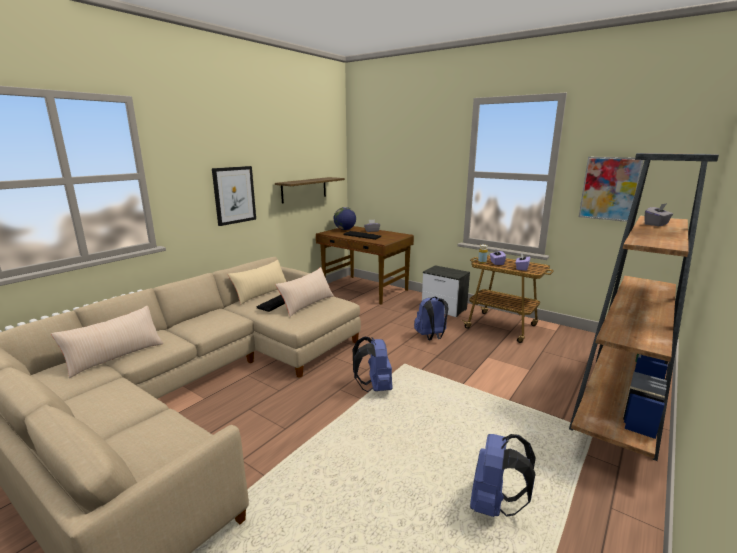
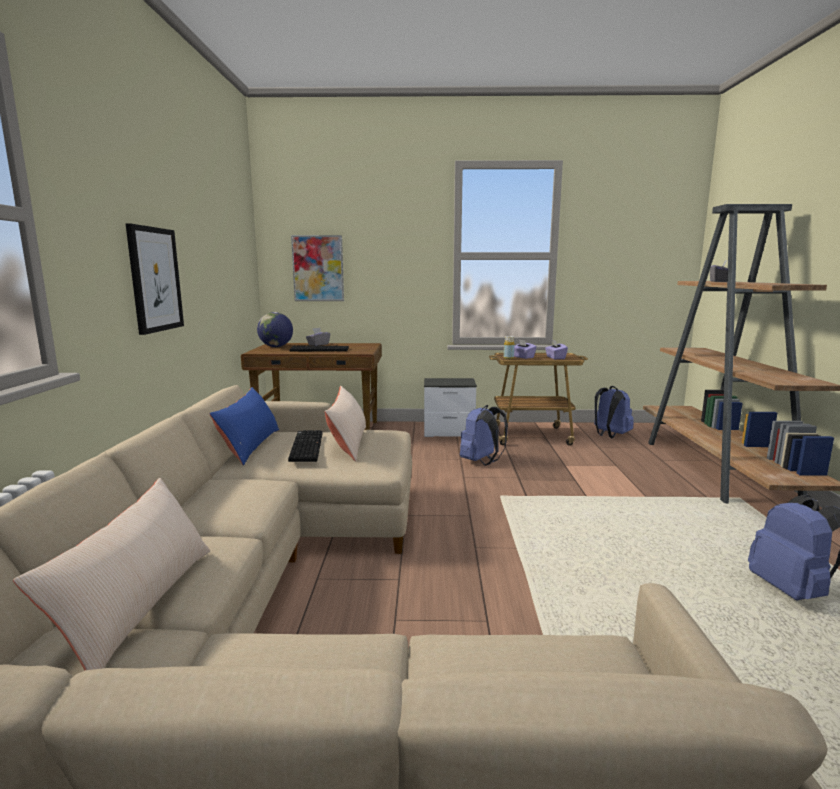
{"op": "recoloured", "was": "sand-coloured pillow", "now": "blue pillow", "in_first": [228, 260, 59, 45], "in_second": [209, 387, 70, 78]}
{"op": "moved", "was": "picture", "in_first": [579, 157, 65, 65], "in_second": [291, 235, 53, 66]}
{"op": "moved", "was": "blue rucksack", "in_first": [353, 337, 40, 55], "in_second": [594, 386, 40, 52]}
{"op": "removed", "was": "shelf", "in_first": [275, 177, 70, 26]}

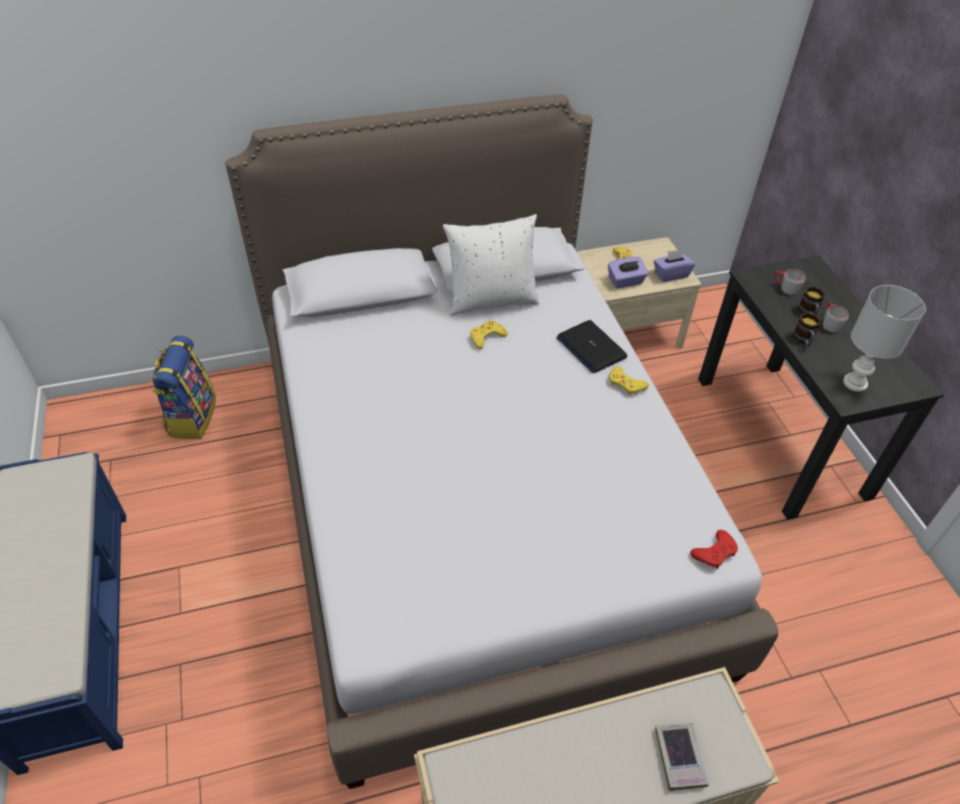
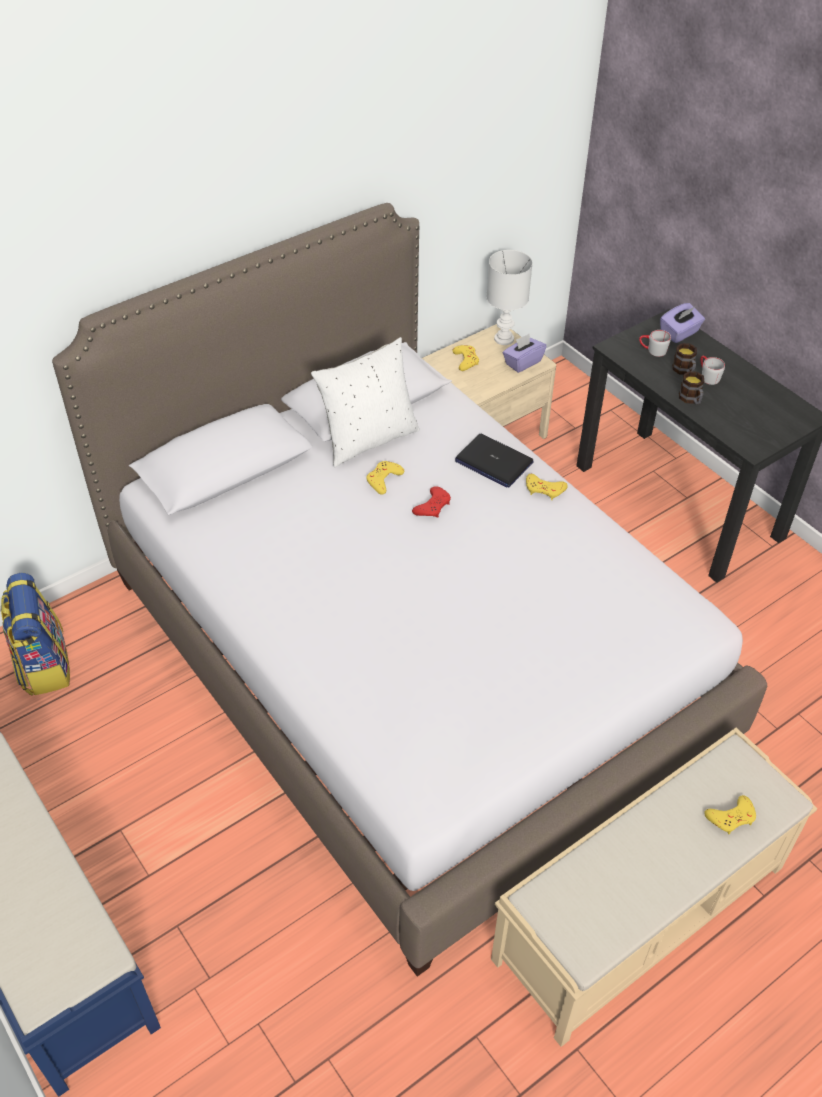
{"op": "moved", "was": "reddish game controller", "in_first": [690, 530, 48, 39], "in_second": [412, 486, 39, 32]}
{"op": "moved", "was": "white table lamp", "in_first": [843, 285, 83, 107], "in_second": [486, 250, 47, 95]}
{"op": "moved", "was": "purple-coloured tissue box", "in_first": [608, 257, 40, 31], "in_second": [660, 303, 45, 40]}
{"op": "replaced", "was": "volume", "now": "yellowish game controller", "in_first": [655, 723, 54, 68], "in_second": [704, 795, 52, 39]}

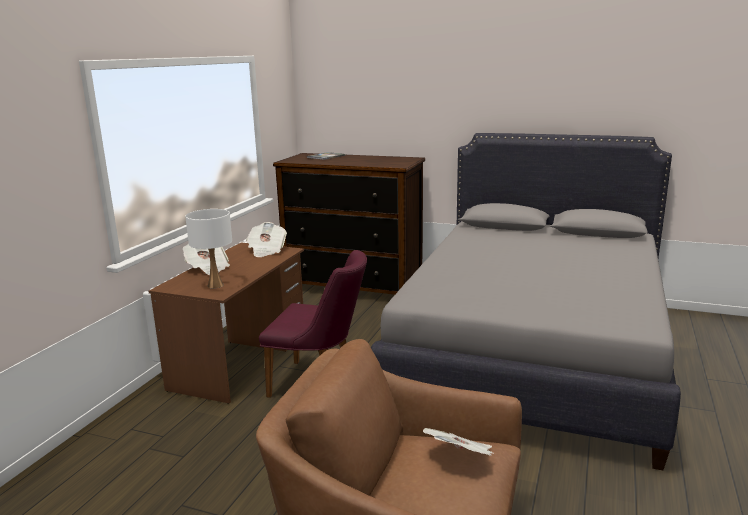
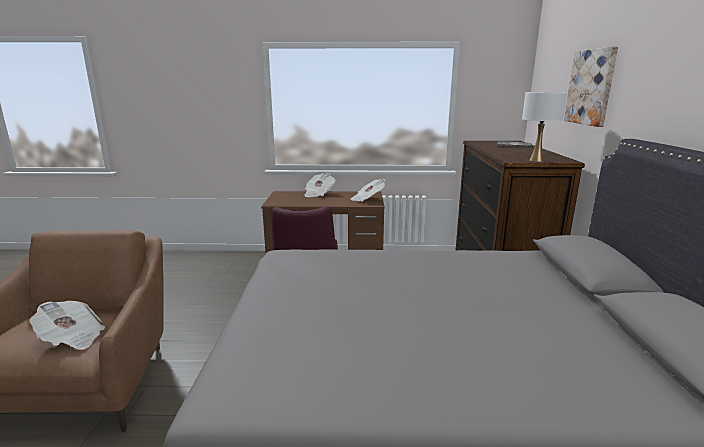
{"op": "moved", "was": "white table lamp", "in_first": [185, 209, 47, 79], "in_second": [522, 92, 45, 70]}
{"op": "added", "now": "picture", "in_second": [564, 46, 54, 81]}

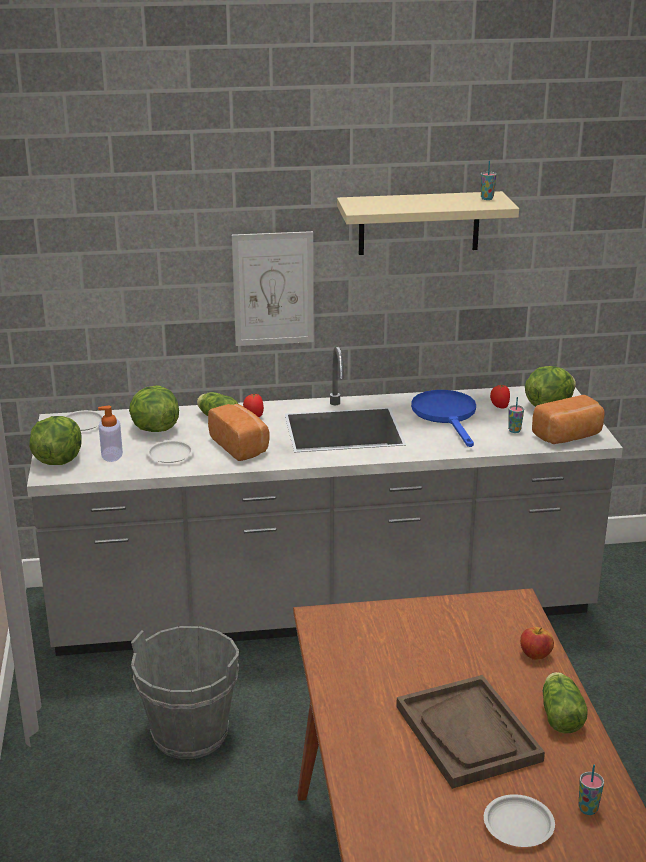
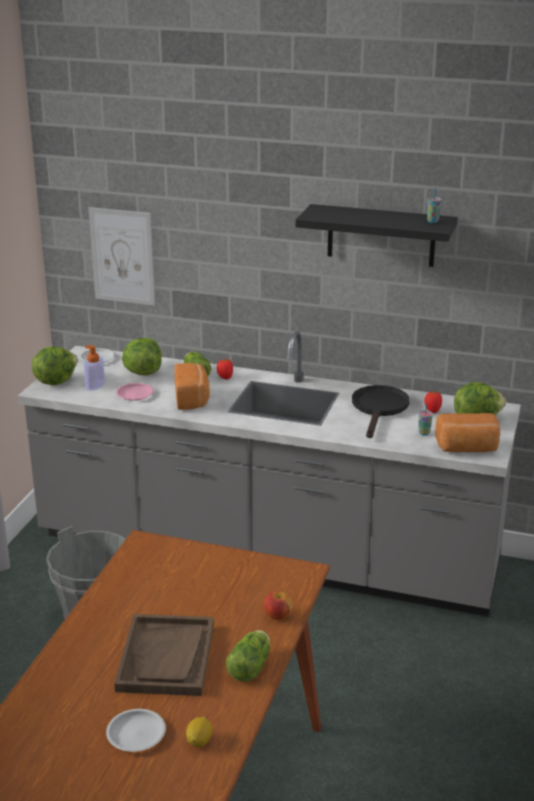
{"op": "moved", "was": "picture", "in_first": [232, 231, 82, 115], "in_second": [88, 207, 67, 99]}
{"op": "recoloured", "was": "white dinner plate", "now": "pink-coloured dinner plate", "in_first": [147, 440, 47, 23], "in_second": [116, 383, 38, 18]}
{"op": "replaced", "was": "drinking cup", "now": "whole lemon", "in_first": [578, 765, 26, 50], "in_second": [186, 717, 26, 30]}
{"op": "recoloured", "was": "sand-coloured shelf", "now": "blackish shelf", "in_first": [337, 191, 182, 64], "in_second": [296, 204, 161, 63]}
{"op": "recoloured", "was": "blue frying pan", "now": "blackish frying pan", "in_first": [411, 390, 65, 57], "in_second": [352, 385, 58, 53]}

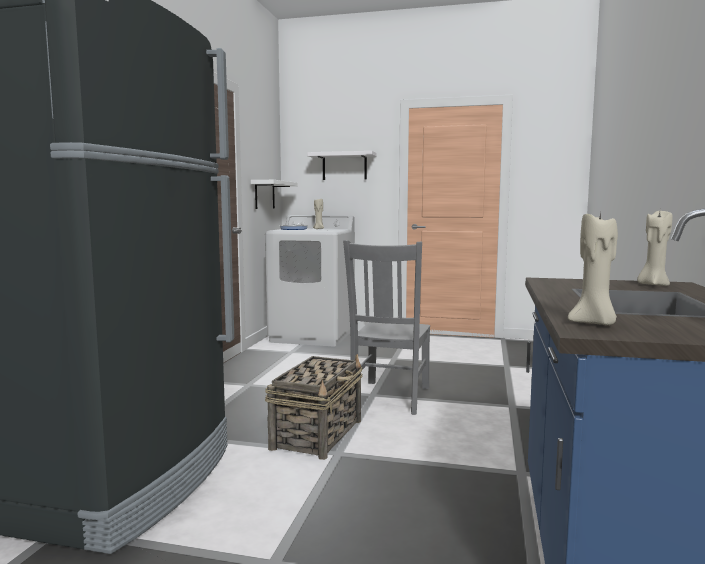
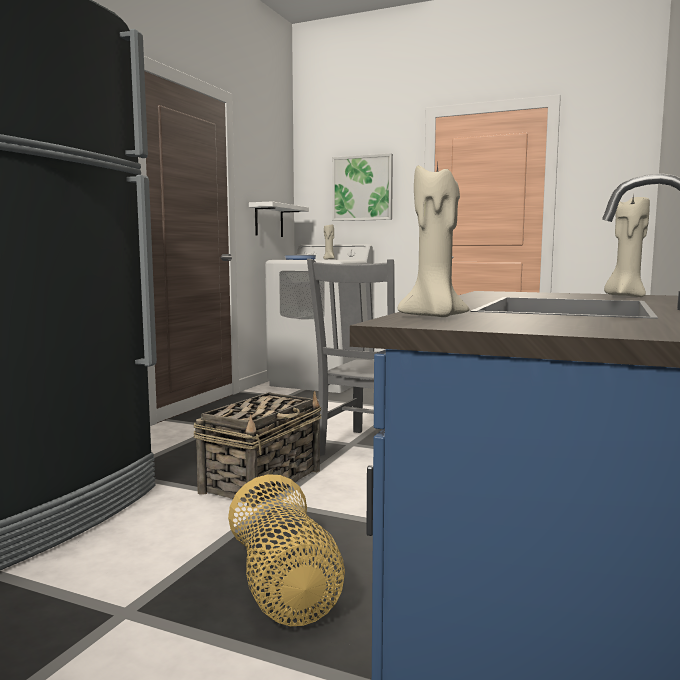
{"op": "added", "now": "household basket", "in_second": [228, 474, 117, 152]}
{"op": "replaced", "was": "white shelf", "now": "picture", "in_first": [307, 151, 69, 29], "in_second": [332, 153, 61, 68]}

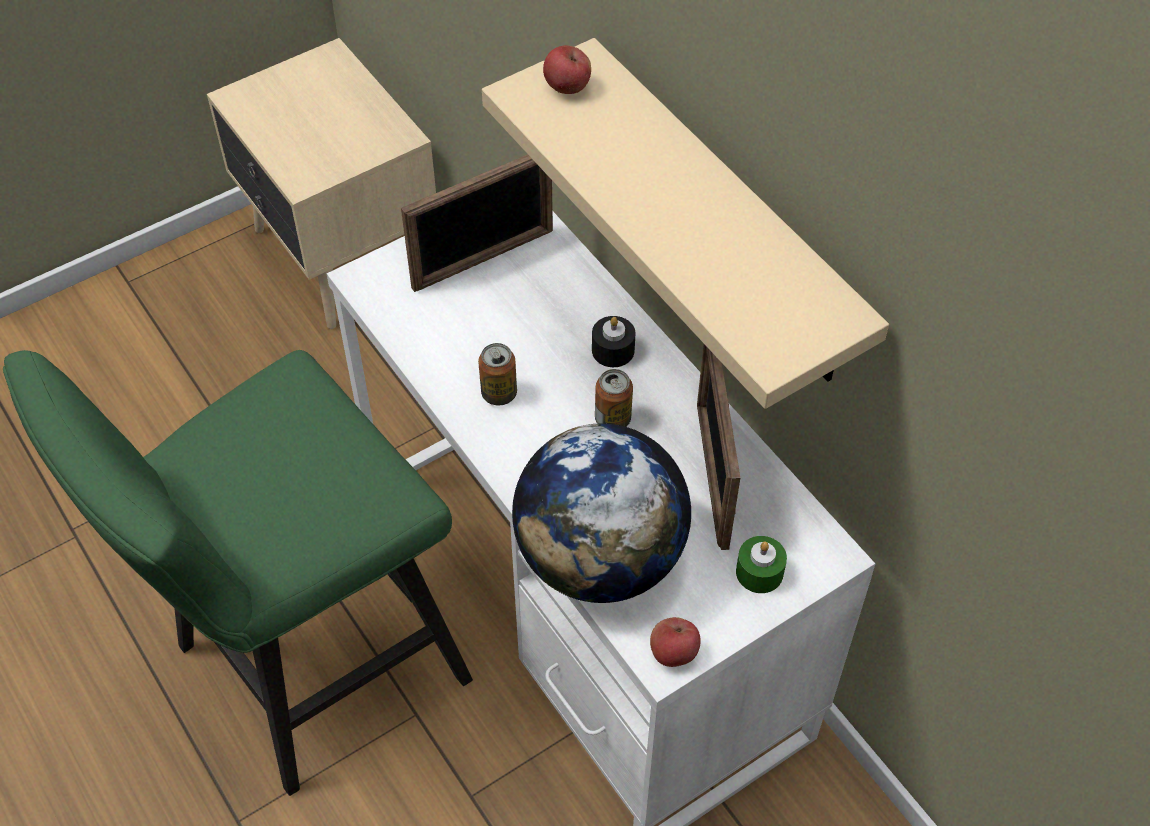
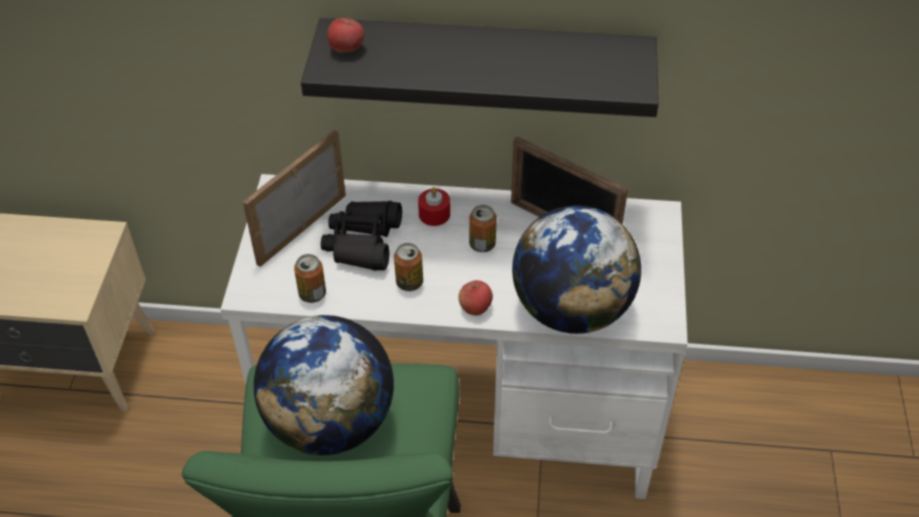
{"op": "turned", "was": "standing frame", "in_first": [401, 154, 152, 138], "in_second": [243, 130, 103, 137], "clockwise": -150}
{"op": "added", "now": "globe", "in_second": [254, 315, 140, 140]}
{"op": "added", "now": "metal can", "in_second": [294, 254, 32, 49]}
{"op": "recoloured", "was": "sand-coloured shelf", "now": "blackish shelf", "in_first": [482, 38, 407, 371], "in_second": [301, 18, 358, 99]}
{"op": "added", "now": "blackish field glasses", "in_second": [321, 201, 81, 70]}
{"op": "recoloured", "was": "blackish wax light", "now": "reddish wax light", "in_first": [592, 316, 43, 51], "in_second": [418, 187, 32, 39]}
{"op": "moved", "was": "whole apple", "in_first": [650, 617, 51, 50], "in_second": [458, 280, 35, 35]}
{"op": "removed", "was": "green-coloured wax light", "in_first": [736, 536, 51, 57]}

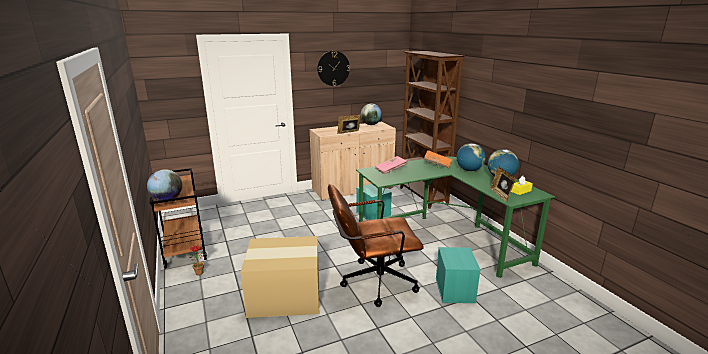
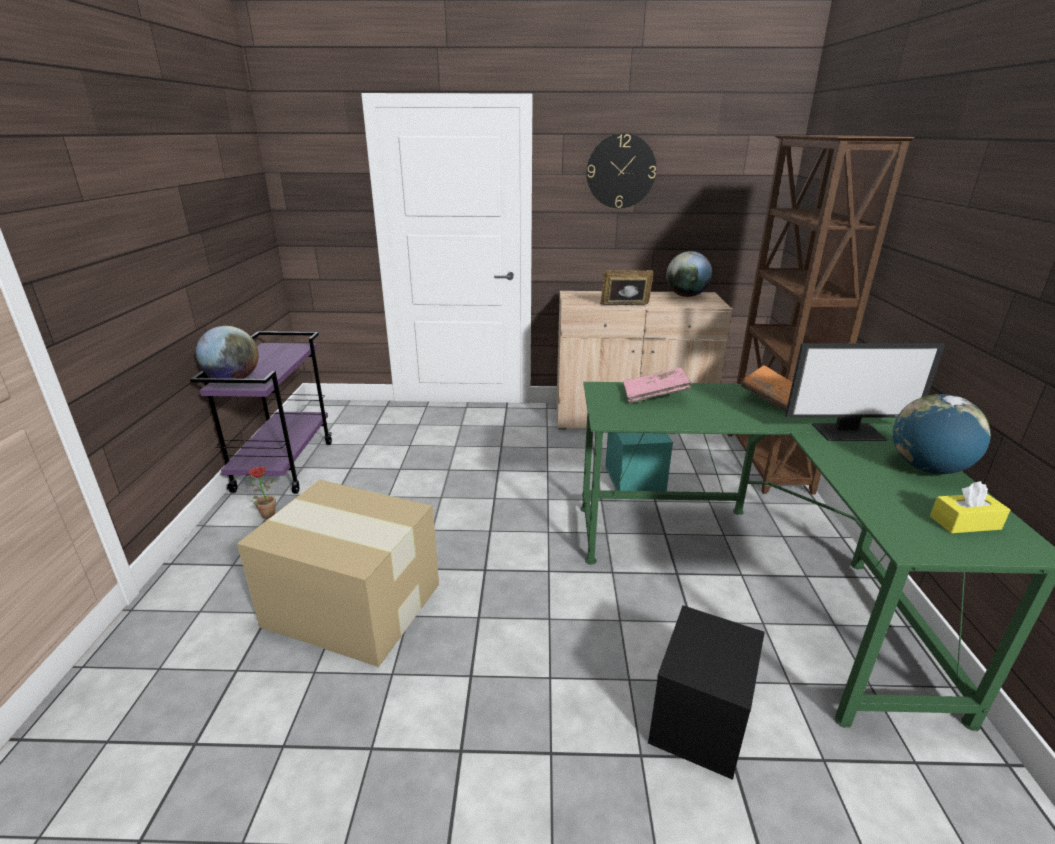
{"op": "recoloured", "was": "brownish trolley", "now": "purple-coloured trolley", "in_first": [150, 168, 57, 101], "in_second": [190, 331, 142, 163]}
{"op": "recoloured", "was": "turquoise storage bin", "now": "blackish storage bin", "in_first": [436, 247, 45, 56], "in_second": [648, 605, 117, 175]}
{"op": "replaced", "was": "globe", "now": "computer display", "in_first": [457, 143, 29, 28], "in_second": [785, 343, 160, 98]}
{"op": "removed", "was": "brownish office chair", "in_first": [328, 184, 96, 123]}
{"op": "removed", "was": "standing frame", "in_first": [490, 166, 25, 36]}

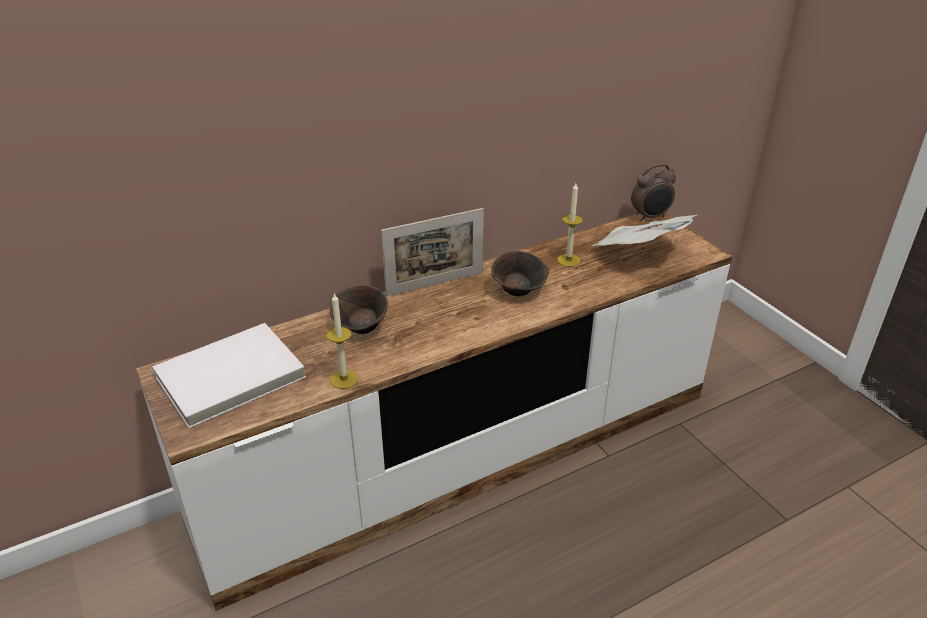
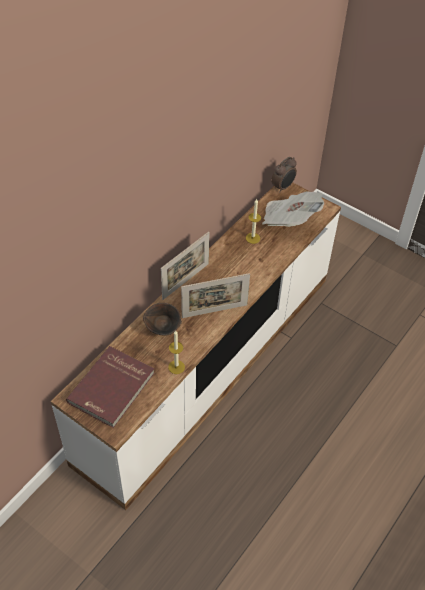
{"op": "recoloured", "was": "white volume", "now": "reddish volume", "in_first": [152, 323, 154, 105], "in_second": [66, 346, 88, 82]}
{"op": "added", "now": "standing frame", "in_second": [181, 273, 69, 45]}
{"op": "removed", "was": "brownish serving bowl", "in_first": [491, 251, 58, 45]}

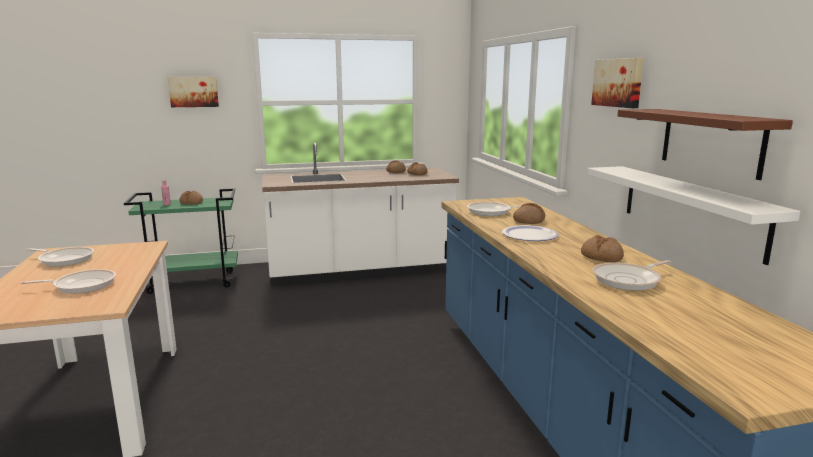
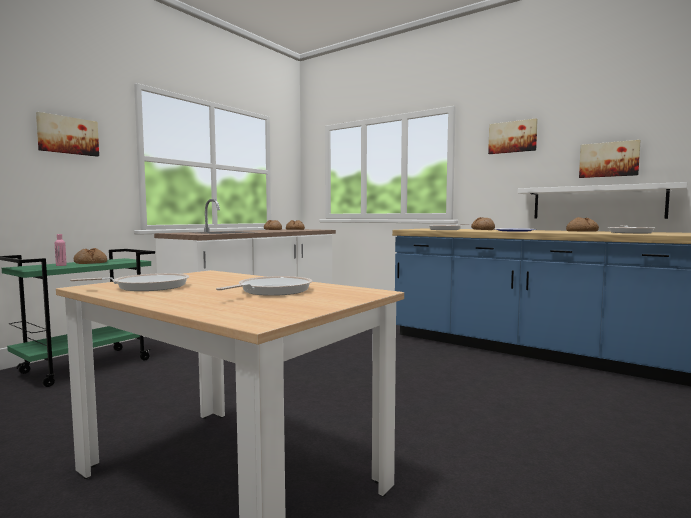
{"op": "replaced", "was": "brownish shelf", "now": "picture", "in_first": [618, 109, 175, 71], "in_second": [579, 140, 62, 38]}

